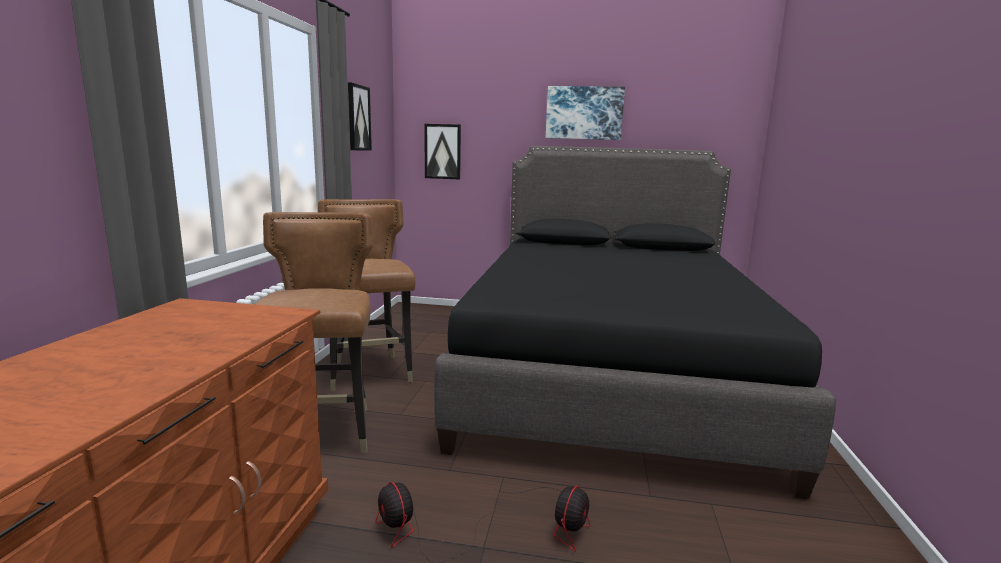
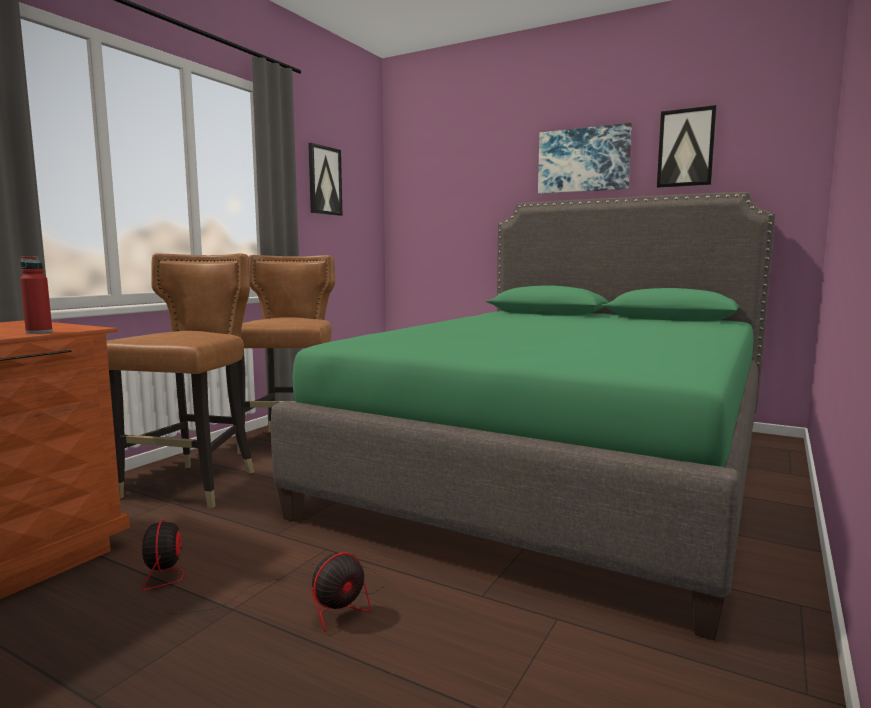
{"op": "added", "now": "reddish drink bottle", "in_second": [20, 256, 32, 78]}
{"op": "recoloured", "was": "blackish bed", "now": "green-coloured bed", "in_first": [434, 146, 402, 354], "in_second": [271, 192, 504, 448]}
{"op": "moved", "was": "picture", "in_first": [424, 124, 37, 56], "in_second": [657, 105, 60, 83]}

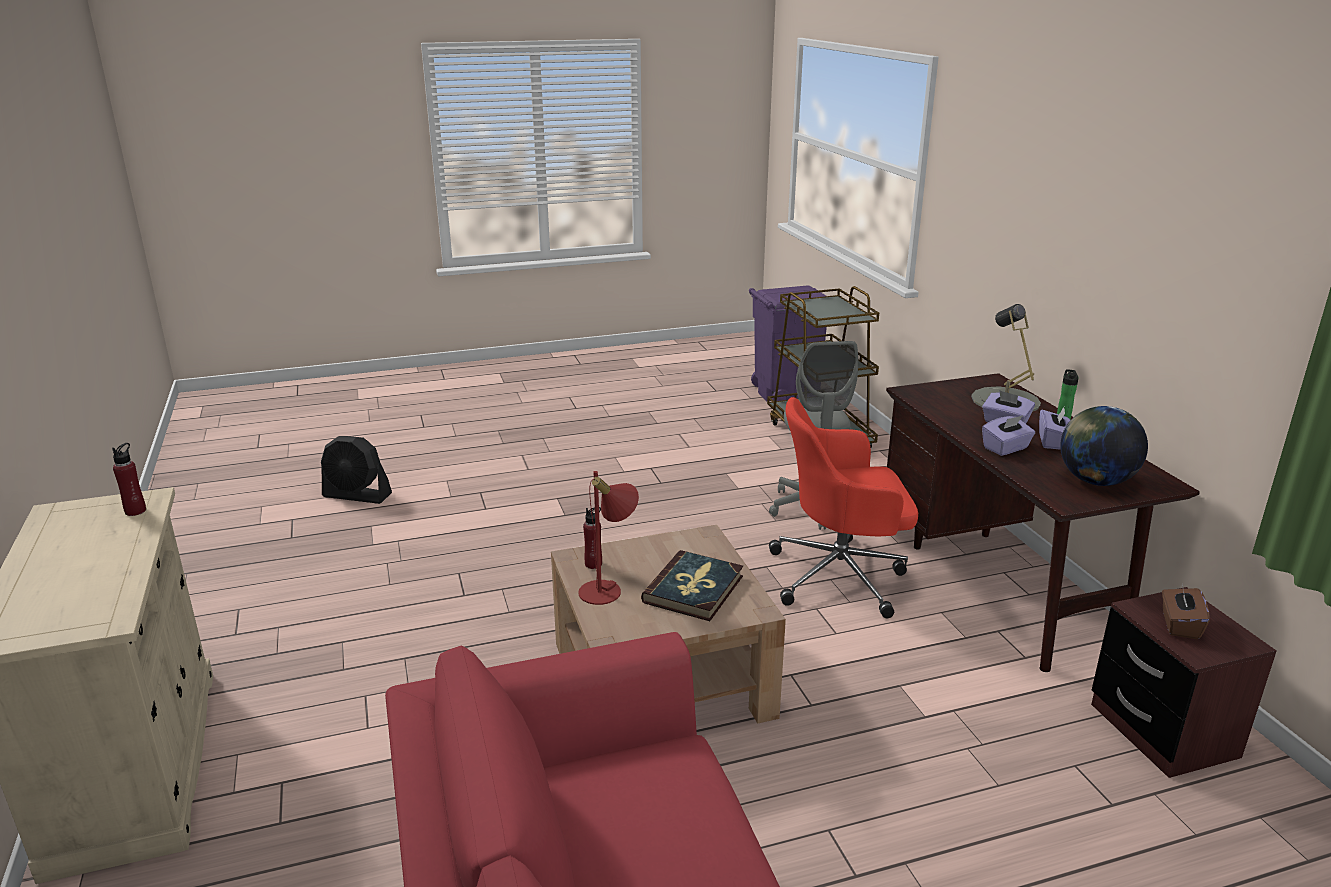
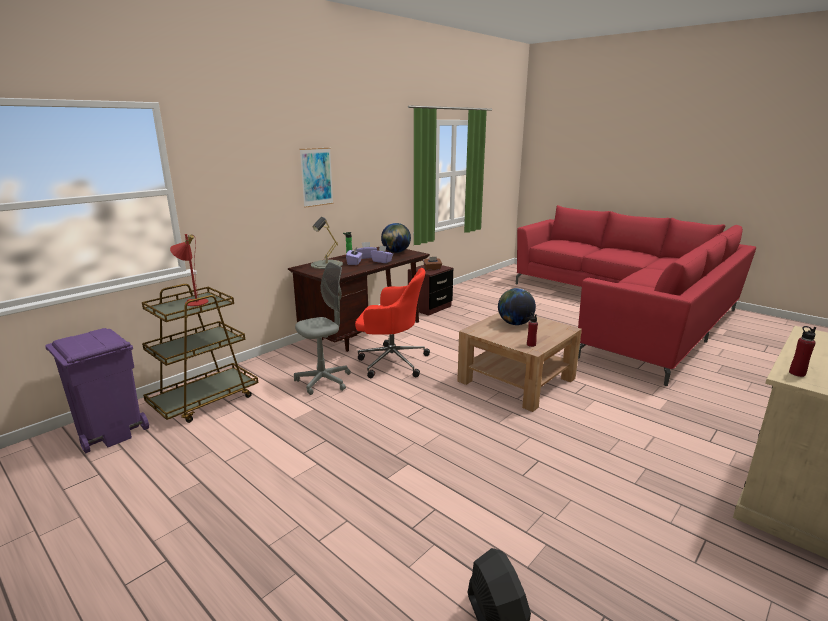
{"op": "moved", "was": "reddish table lamp", "in_first": [578, 471, 61, 134], "in_second": [170, 234, 38, 72]}
{"op": "added", "now": "picture", "in_second": [299, 148, 35, 60]}
{"op": "turned", "was": "reddish office chair", "in_first": [769, 397, 149, 221], "in_second": [355, 268, 75, 110], "clockwise": -45}
{"op": "replaced", "was": "volume", "now": "globe", "in_first": [641, 550, 102, 71], "in_second": [498, 288, 38, 37]}

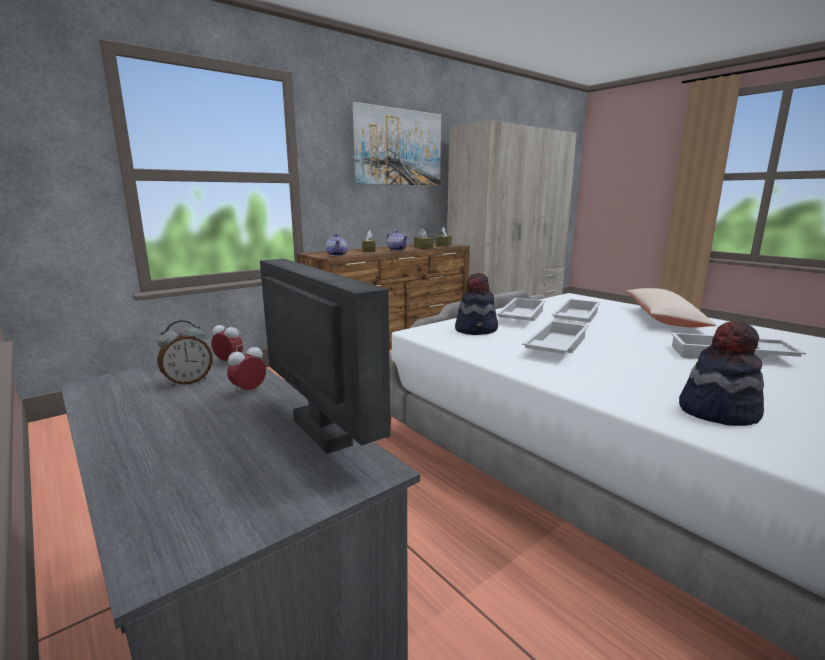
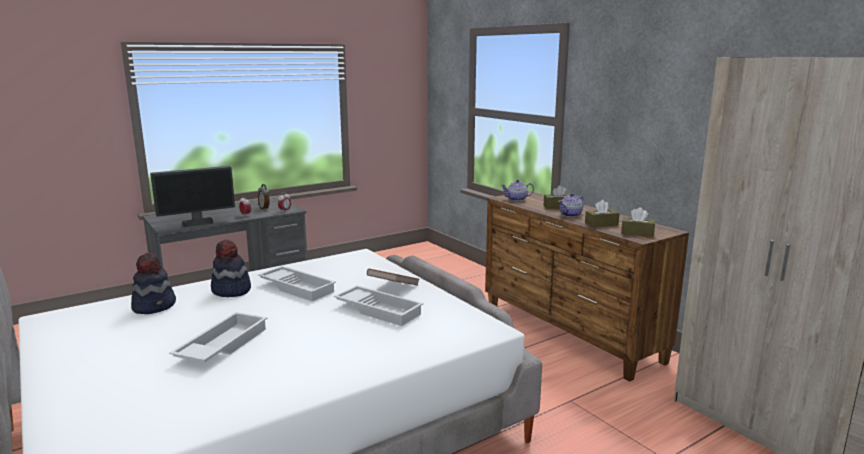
{"op": "moved", "was": "hat", "in_first": [455, 273, 43, 62], "in_second": [211, 240, 40, 57]}
{"op": "replaced", "was": "white carrying tray", "now": "brownish volume", "in_first": [496, 298, 50, 23], "in_second": [367, 269, 52, 17]}
{"op": "removed", "was": "picture", "in_first": [353, 102, 88, 83]}
{"op": "removed", "was": "sand-coloured pillow", "in_first": [627, 288, 89, 40]}

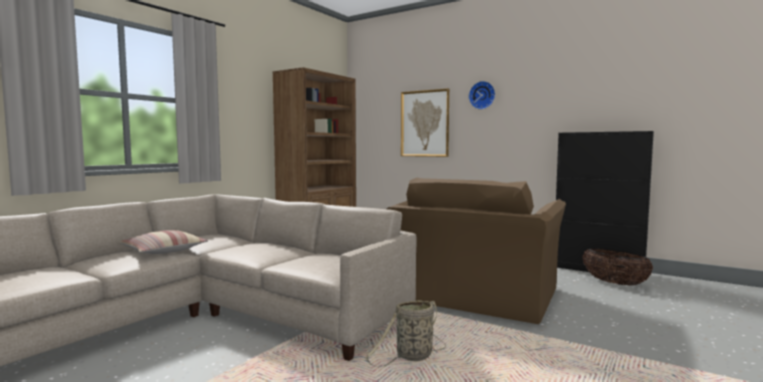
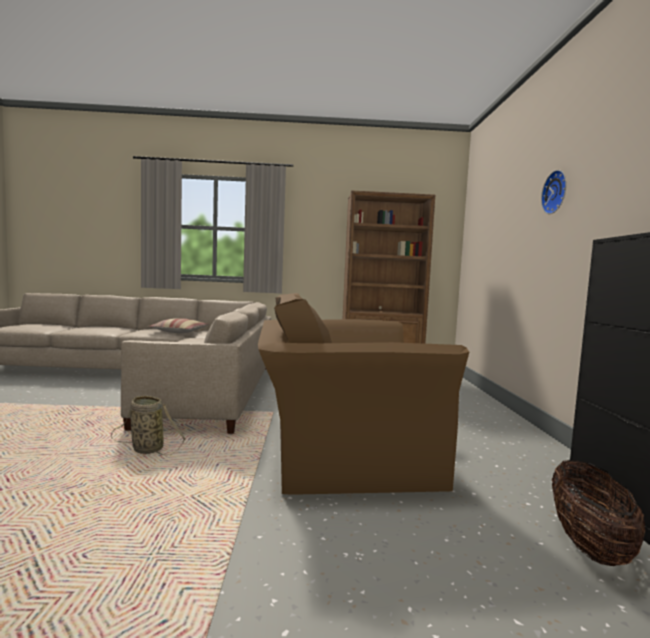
{"op": "removed", "was": "picture", "in_first": [401, 88, 48, 69]}

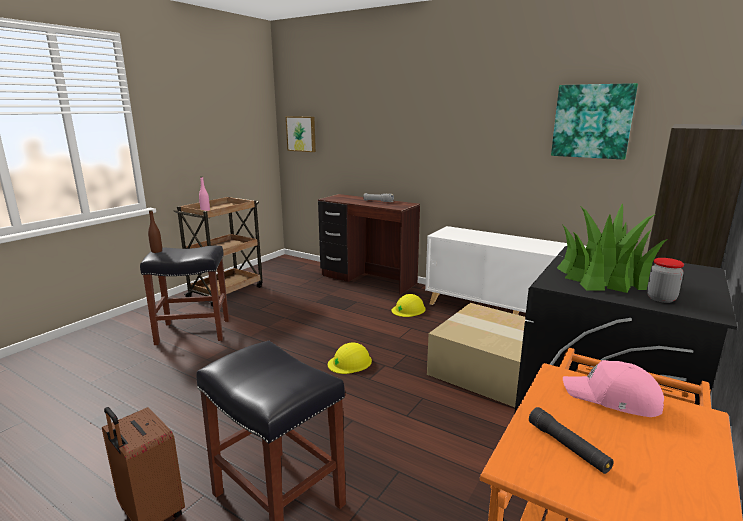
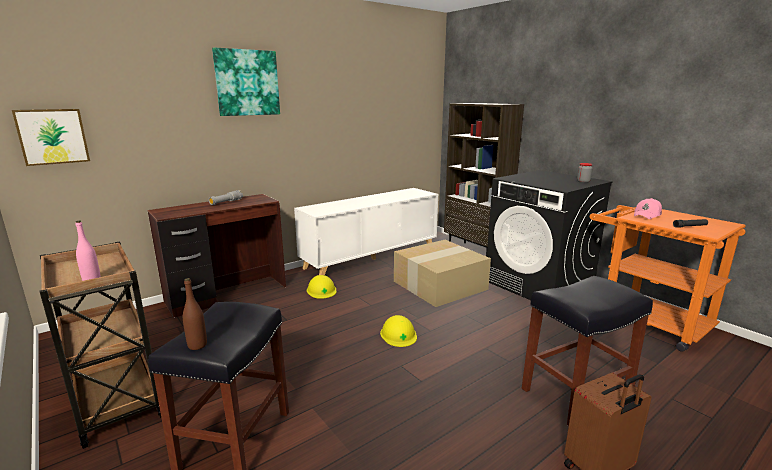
{"op": "moved", "was": "picture", "in_first": [551, 83, 87, 77], "in_second": [212, 48, 68, 68]}
{"op": "removed", "was": "potted plant", "in_first": [557, 203, 110, 90]}

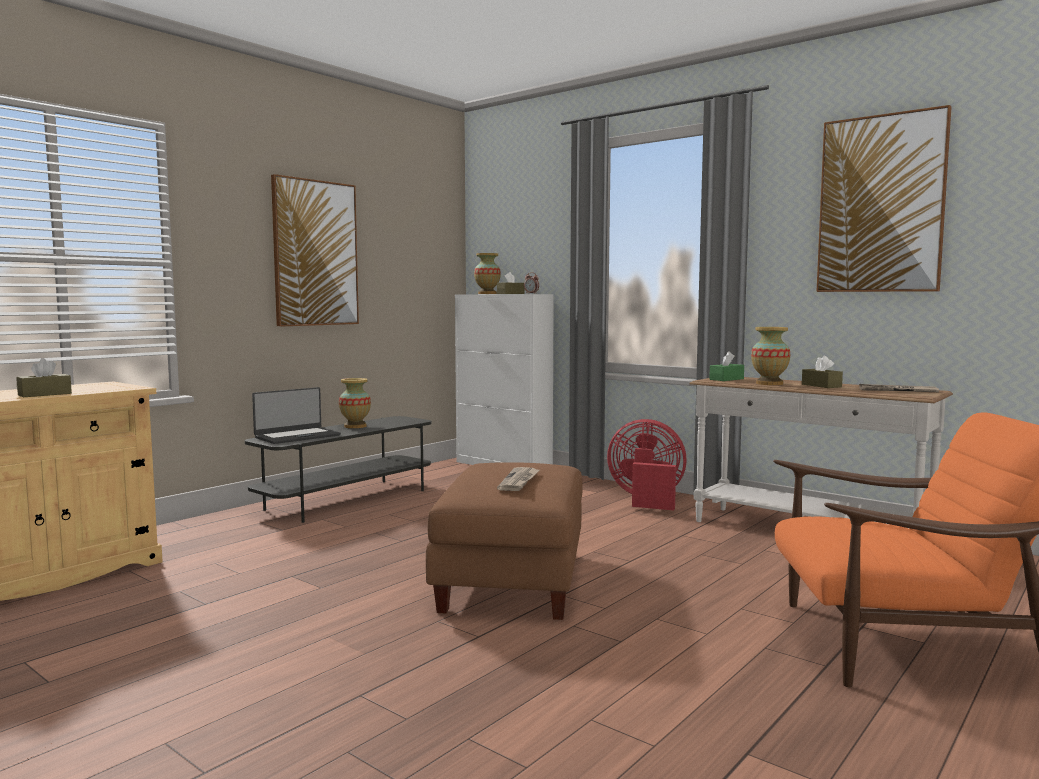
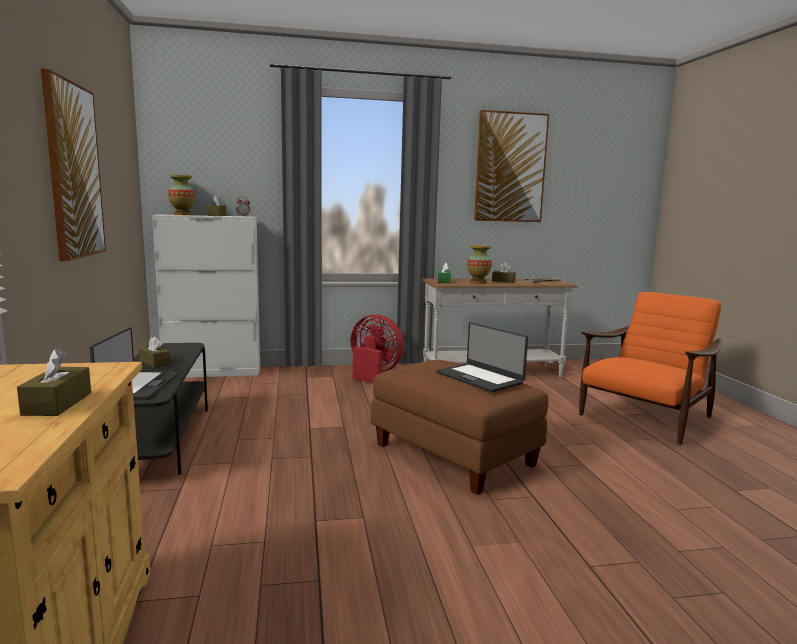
{"op": "replaced", "was": "vase", "now": "brownish tissue box", "in_first": [339, 378, 32, 50], "in_second": [139, 337, 31, 30]}
{"op": "turned", "was": "reddish electric fan", "in_first": [607, 419, 80, 91], "in_second": [351, 314, 53, 69], "clockwise": 60}
{"op": "replaced", "was": "printed paper", "now": "laptop", "in_first": [497, 467, 42, 24], "in_second": [436, 322, 92, 70]}

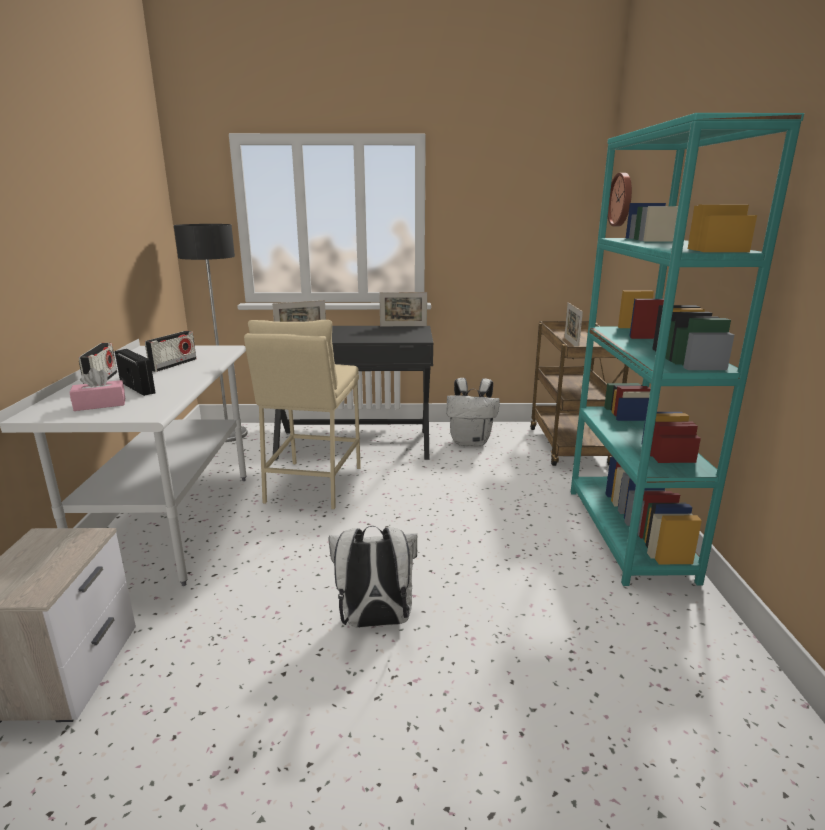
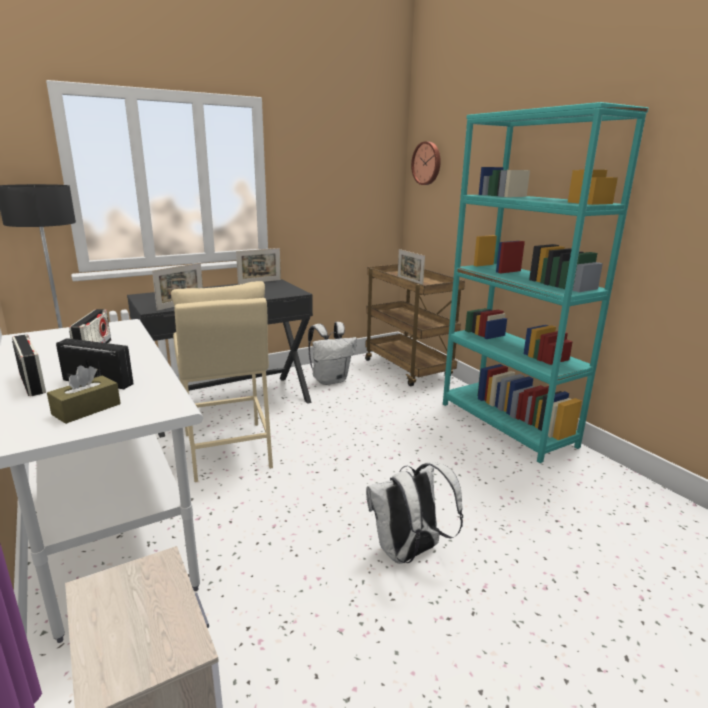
{"op": "recoloured", "was": "pink-coloured tissue box", "now": "brownish tissue box", "in_first": [69, 368, 56, 43], "in_second": [47, 366, 74, 58]}

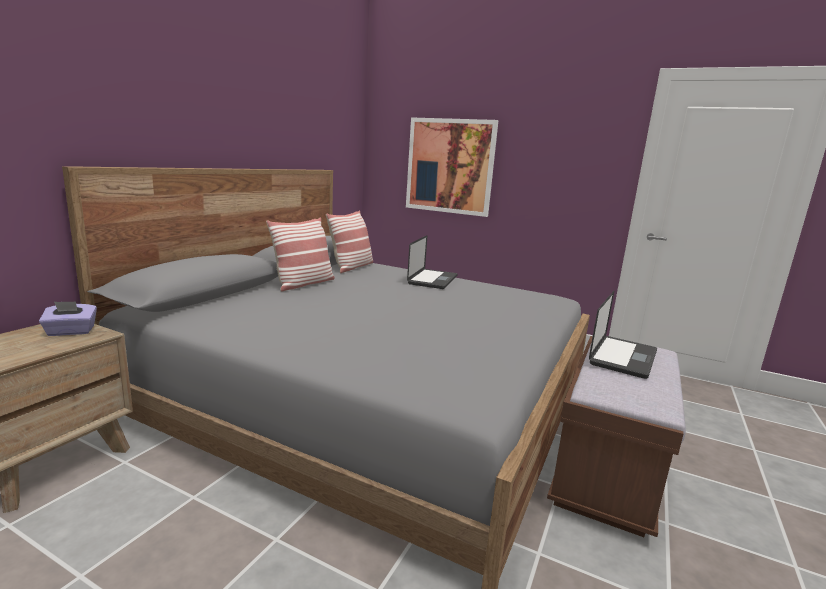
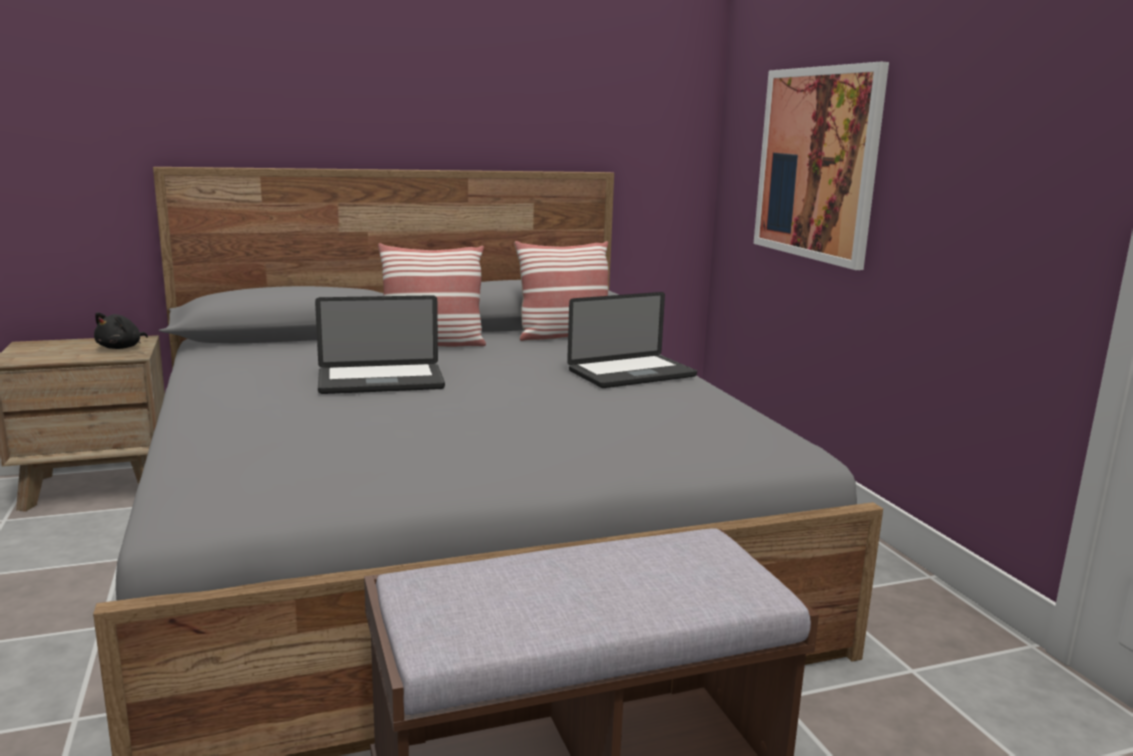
{"op": "replaced", "was": "purple-coloured tissue box", "now": "blackish plush toy", "in_first": [39, 301, 58, 35], "in_second": [94, 312, 54, 37]}
{"op": "moved", "was": "laptop", "in_first": [589, 291, 68, 88], "in_second": [315, 295, 130, 99]}

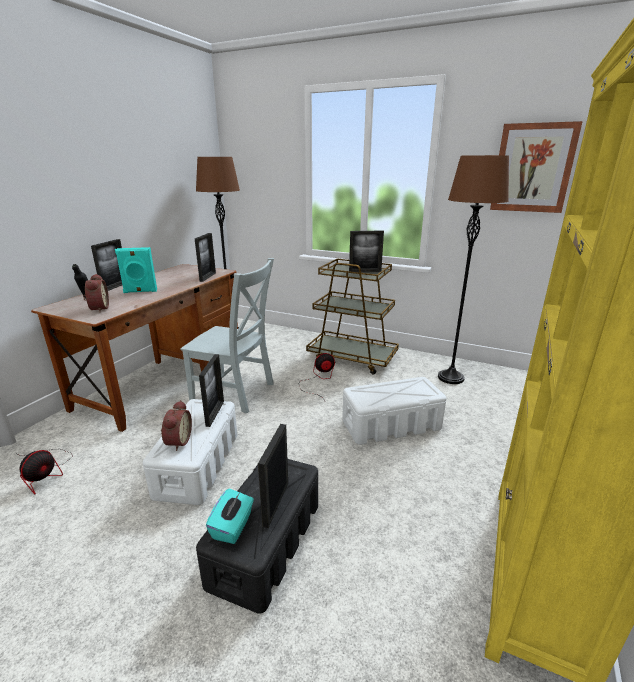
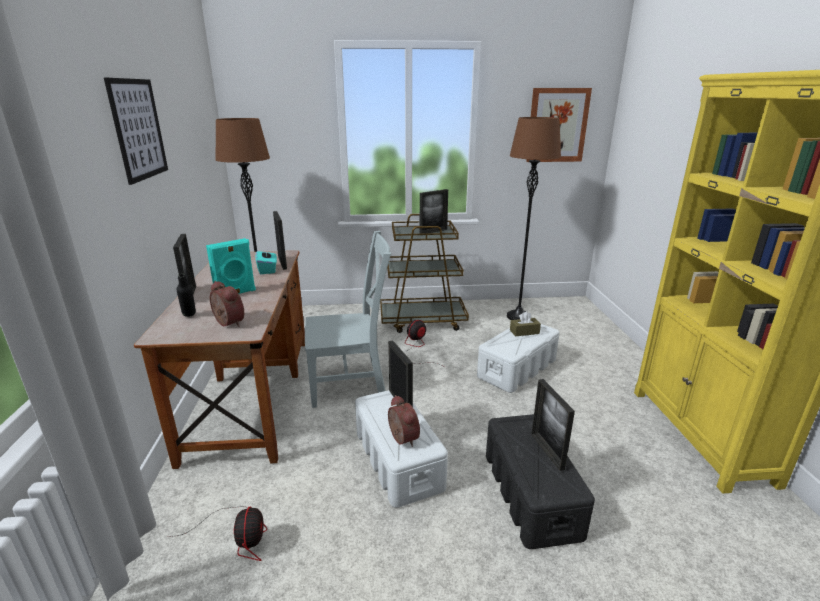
{"op": "added", "now": "picture", "in_second": [104, 78, 64, 107]}
{"op": "moved", "was": "turquoise tissue box", "in_first": [206, 488, 48, 56], "in_second": [256, 246, 21, 28]}
{"op": "added", "now": "brownish tissue box", "in_second": [510, 311, 31, 25]}

